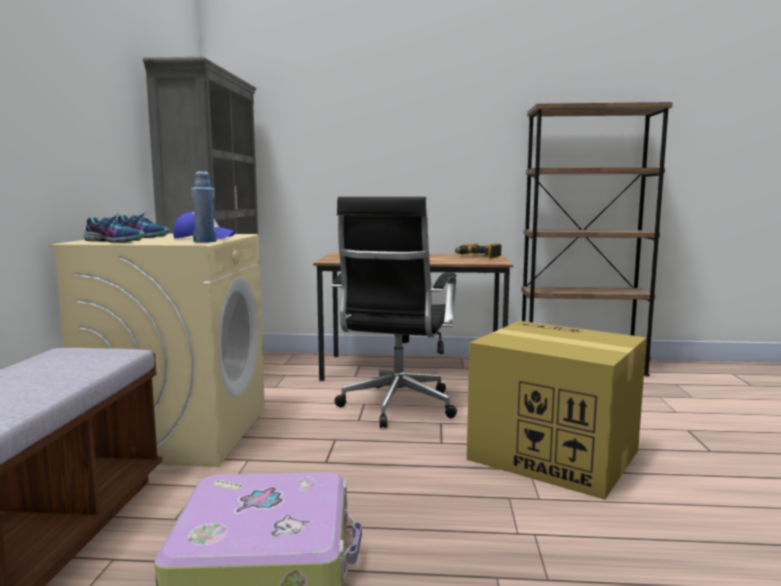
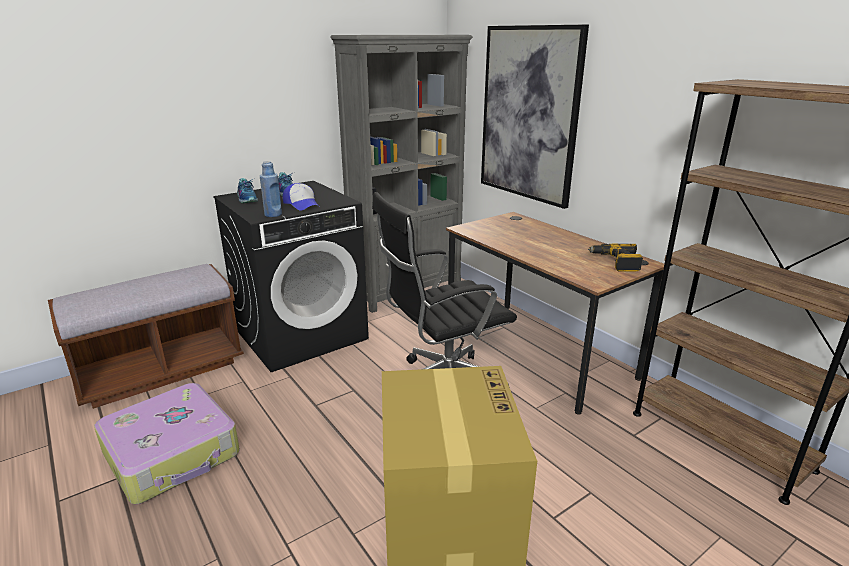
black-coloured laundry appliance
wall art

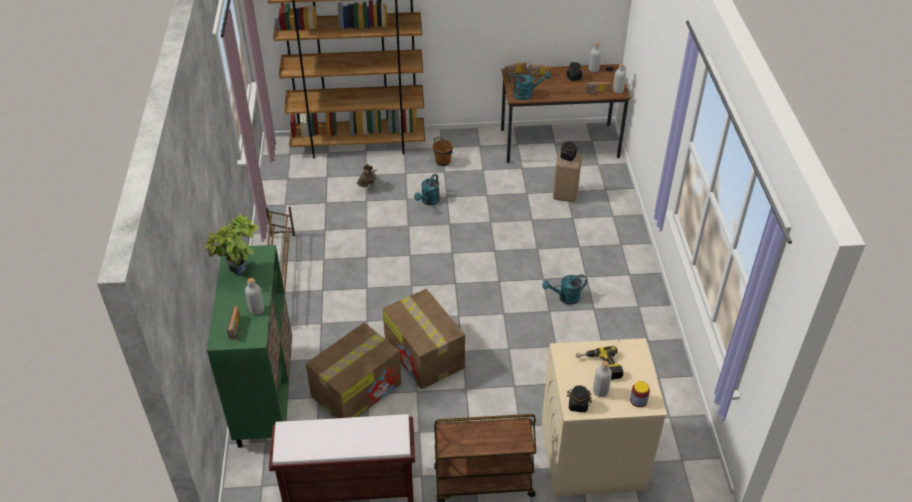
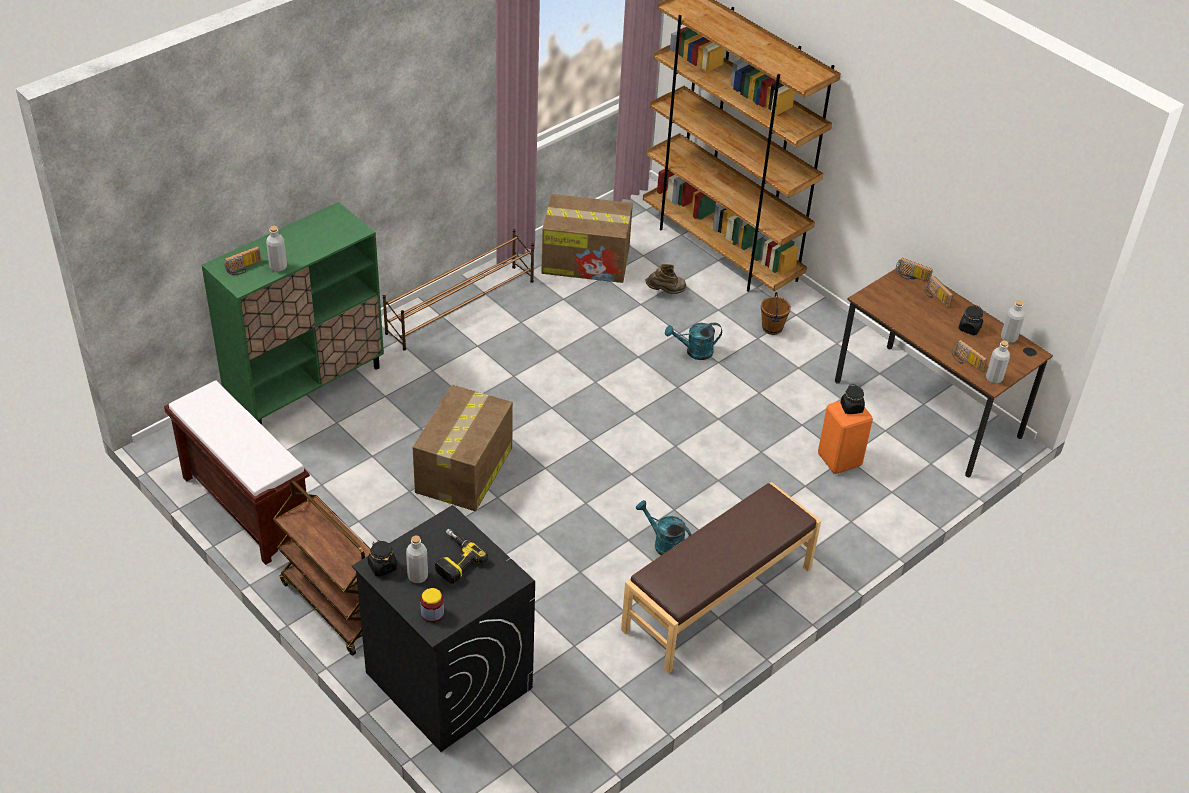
black-coloured laundry appliance
carton (2nd from left)
brown long seat (2nd from left)
orange sitting stool
houseplant
blue-green sprinkling can (2nd from left in the first image)

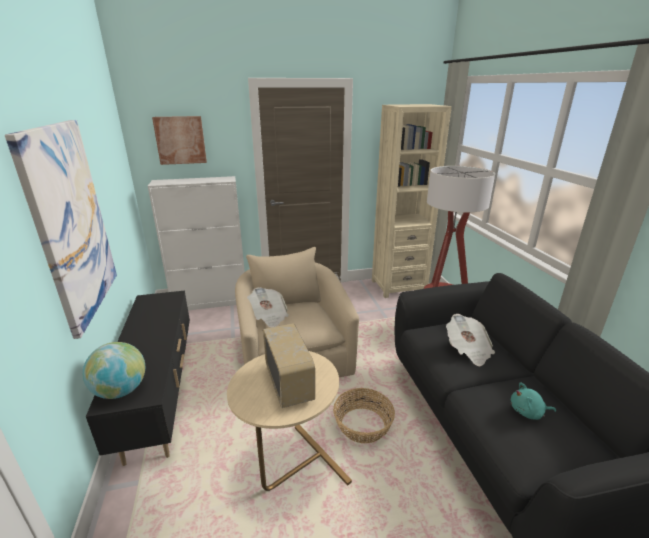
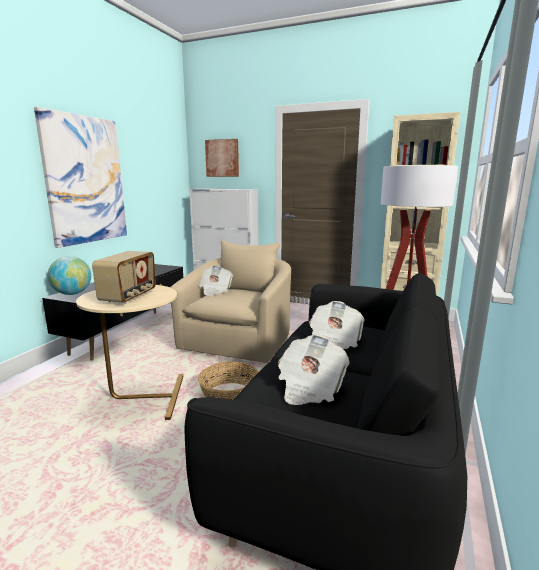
newspaper (2nd from left)

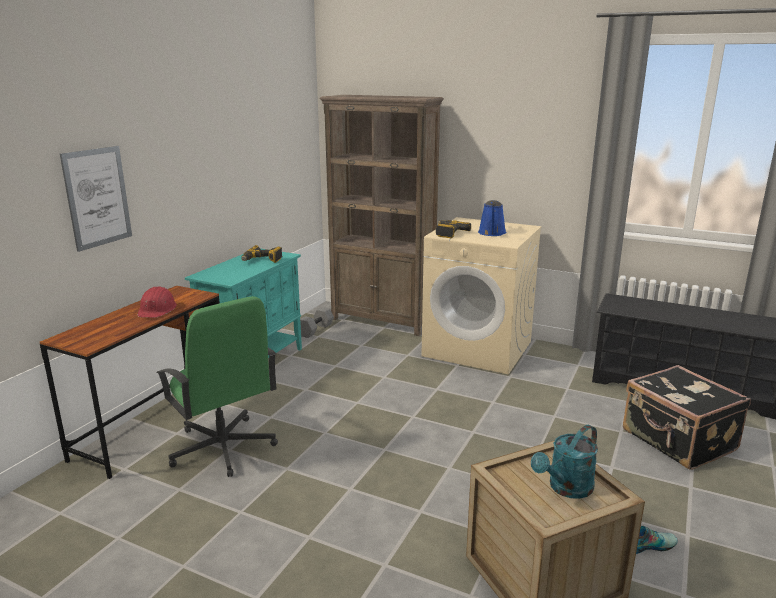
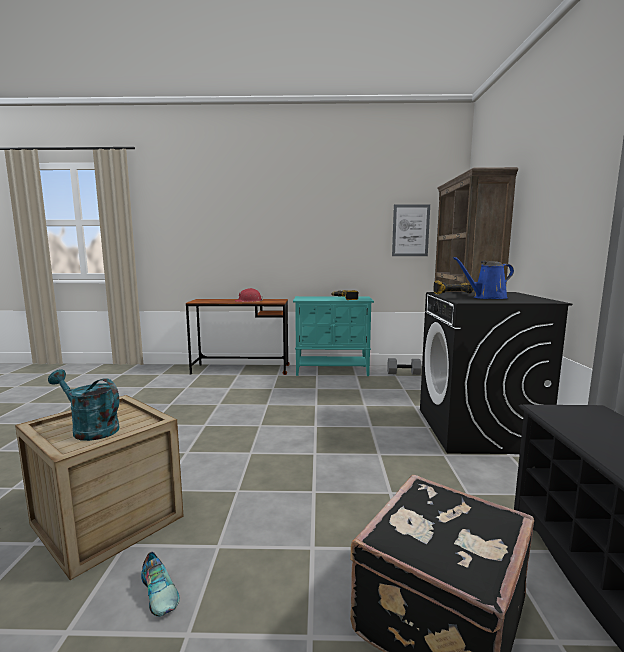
wall art
black-coloured laundry appliance
greenish office chair

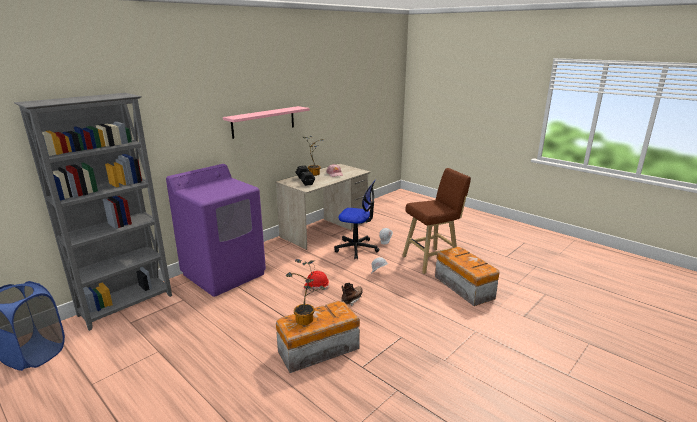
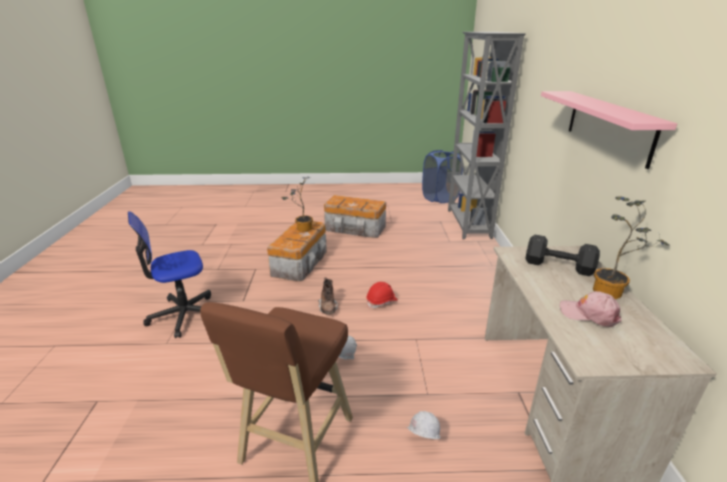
office chair
storage container (2nd from left)
purple-coloured laundry appliance

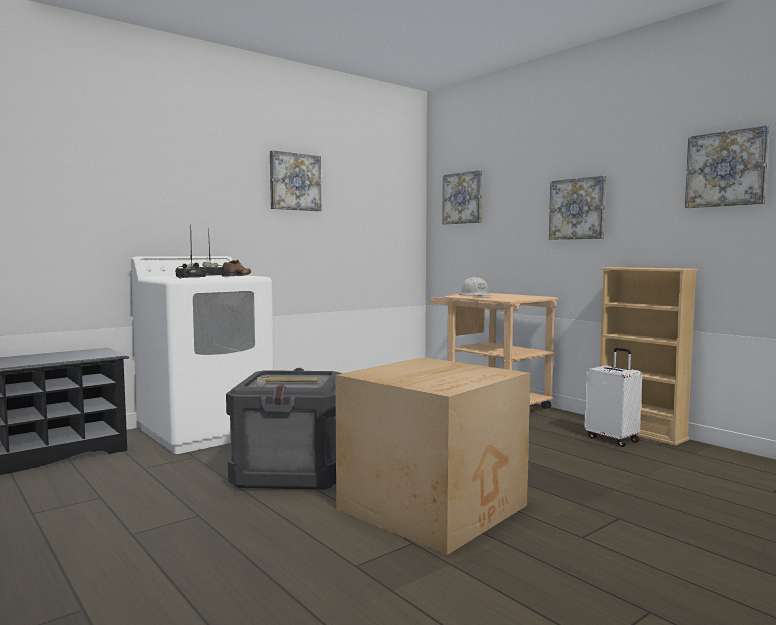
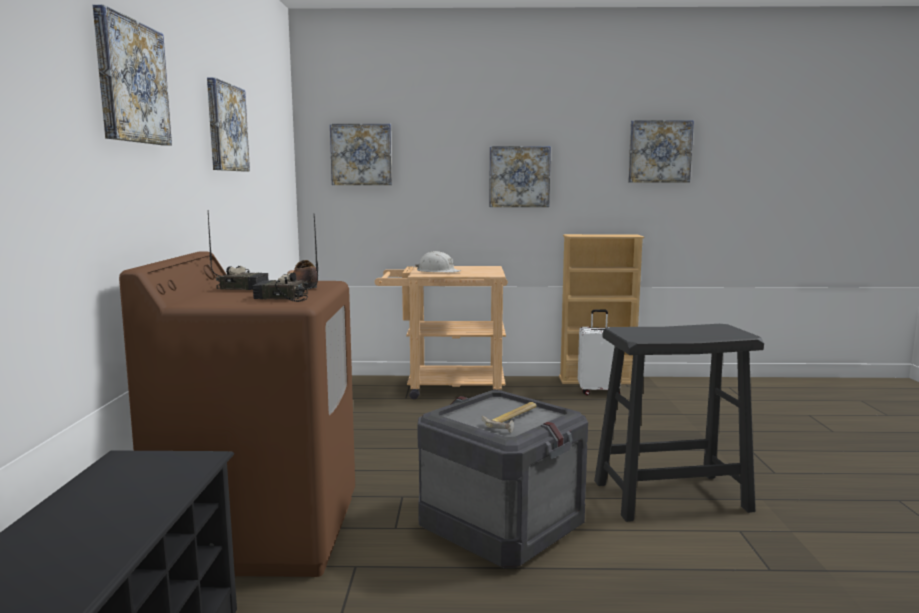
wall art (1st from left)
brown laundry appliance
black-coloured sitting stool

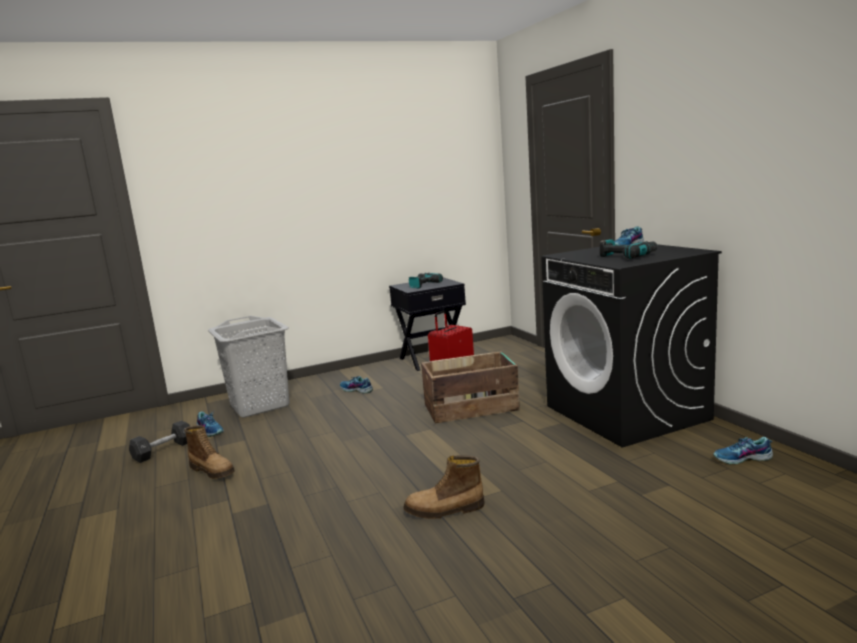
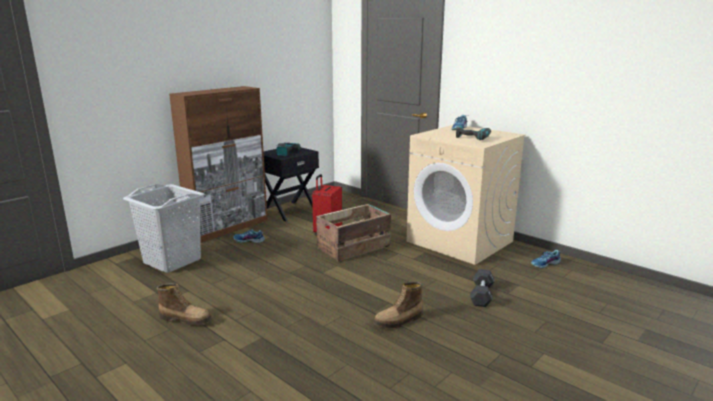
brown cabinet
beige-coloured laundry appliance
black-coloured free weight
low shoe (1st from left in the first image)

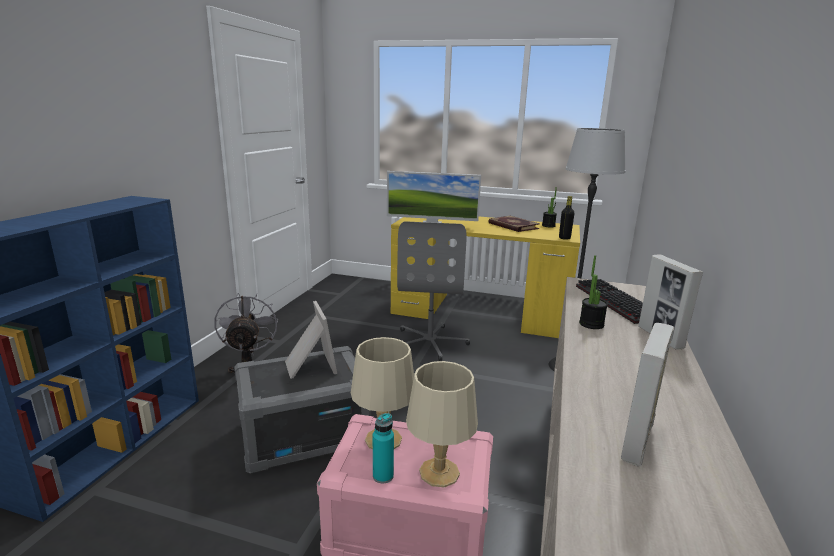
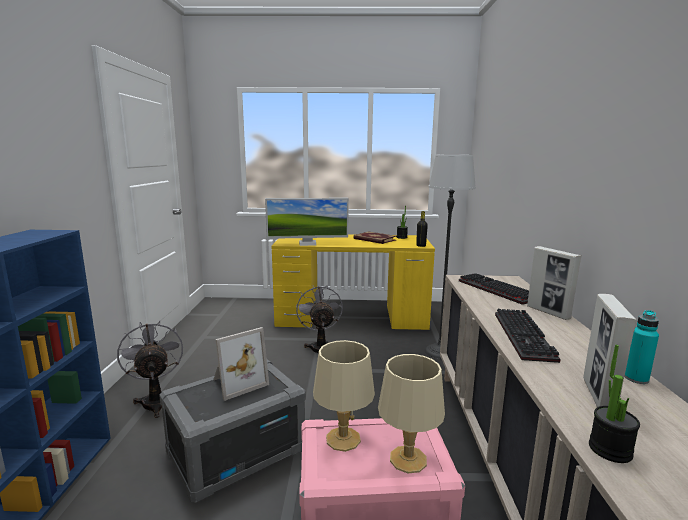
photo frame (1st from left)
greyish cooling fan (2nd from left)
PC keyboard (2nd from left)
houseplant (2nd from left)
blue-green bottle

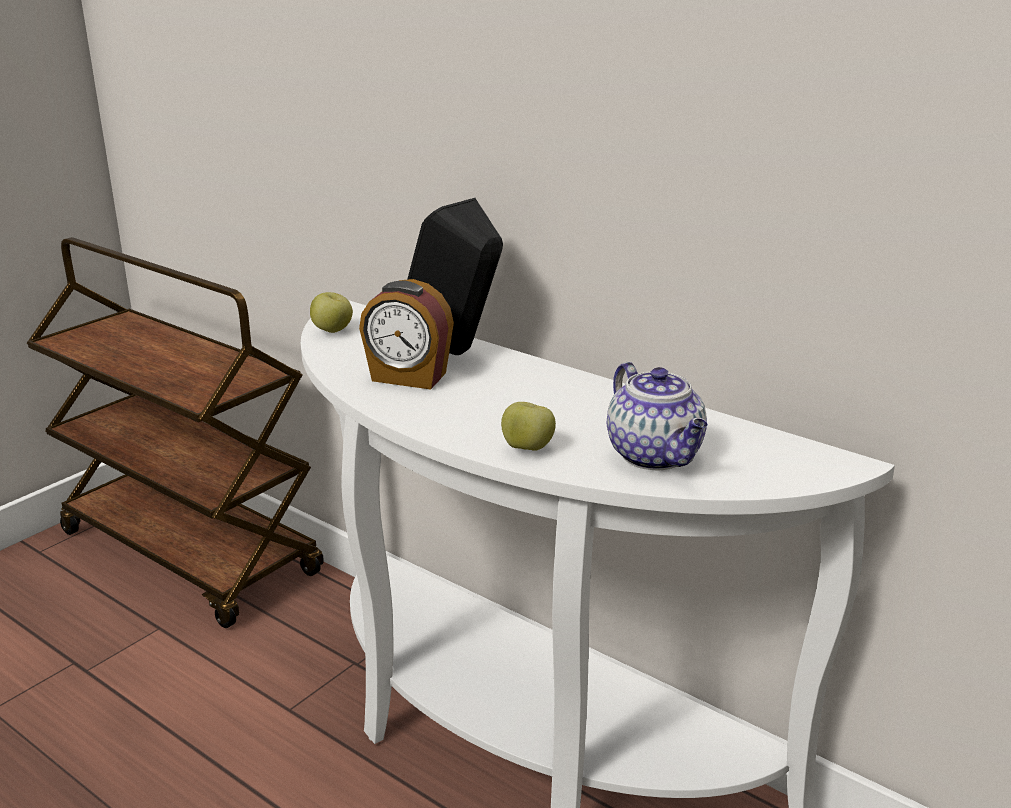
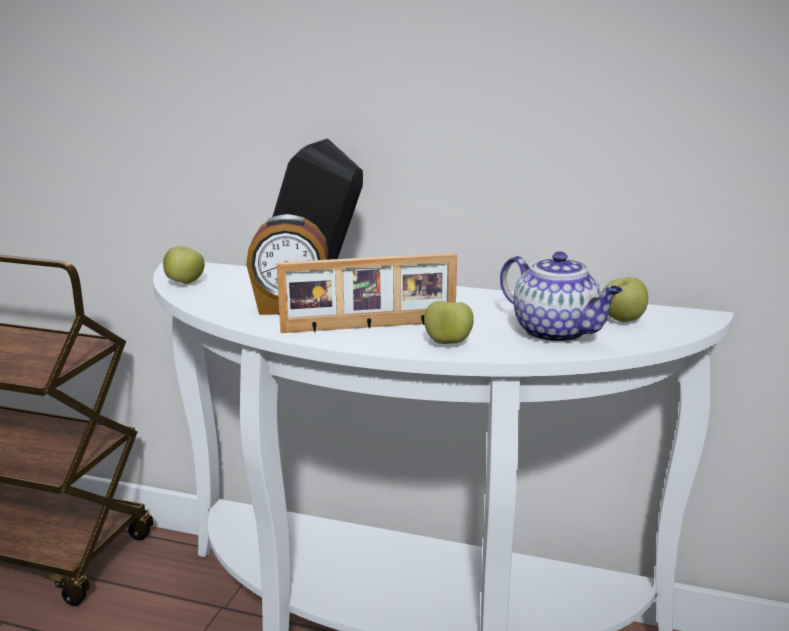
photo frame
whole apple (3rd from left)

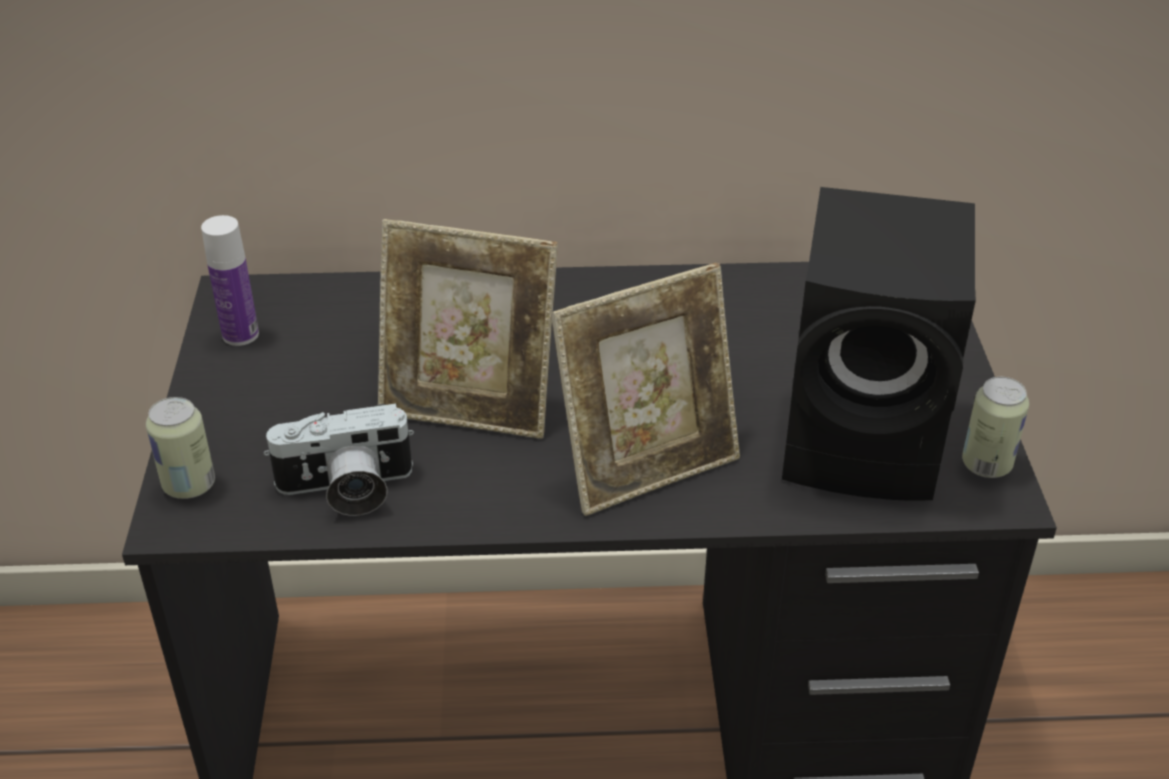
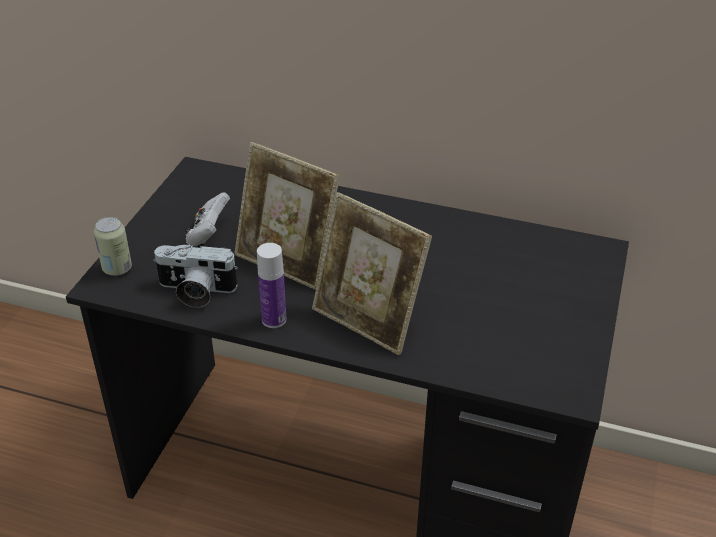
white joypad
bottle
photo frame (2nd from left)
black-coloured loudspeaker
metal can (2nd from left in the first image)

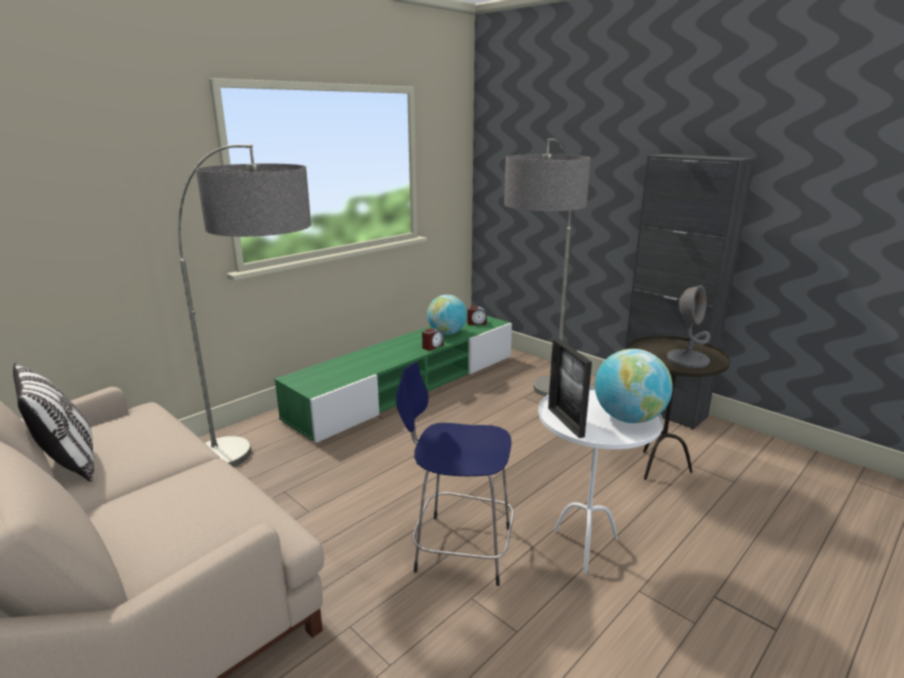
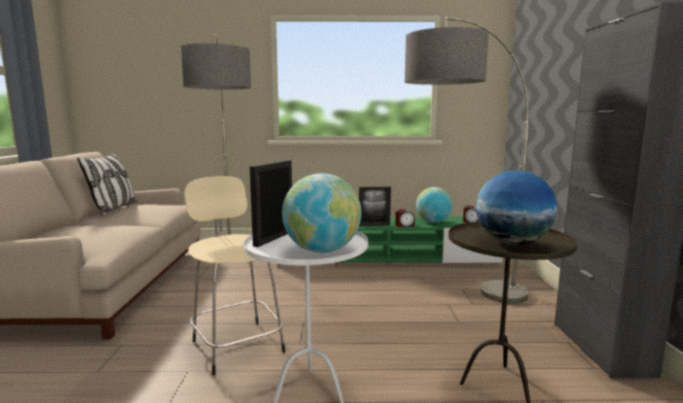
beige-coloured sitting stool
photo frame (2nd from left)
desk globe (3rd from left)

